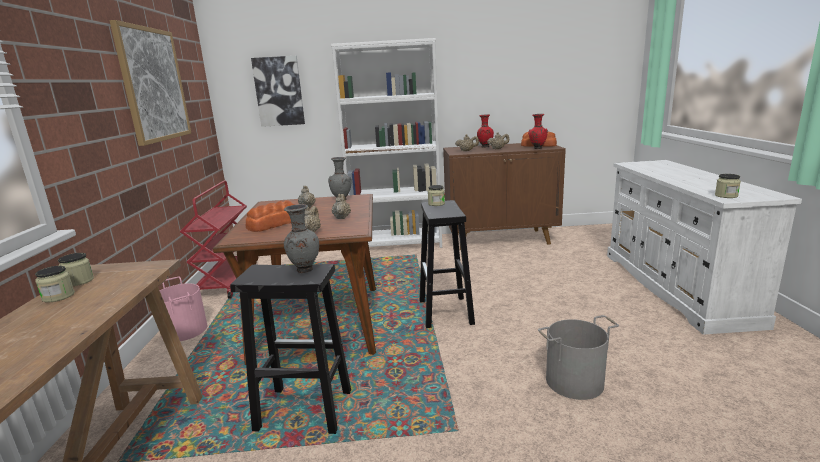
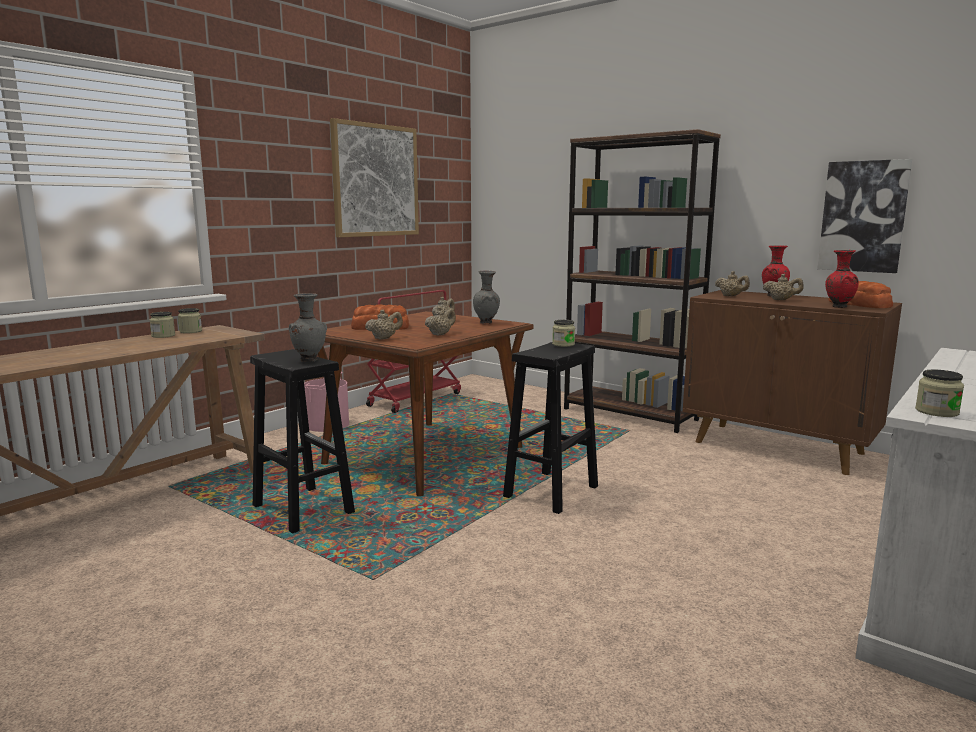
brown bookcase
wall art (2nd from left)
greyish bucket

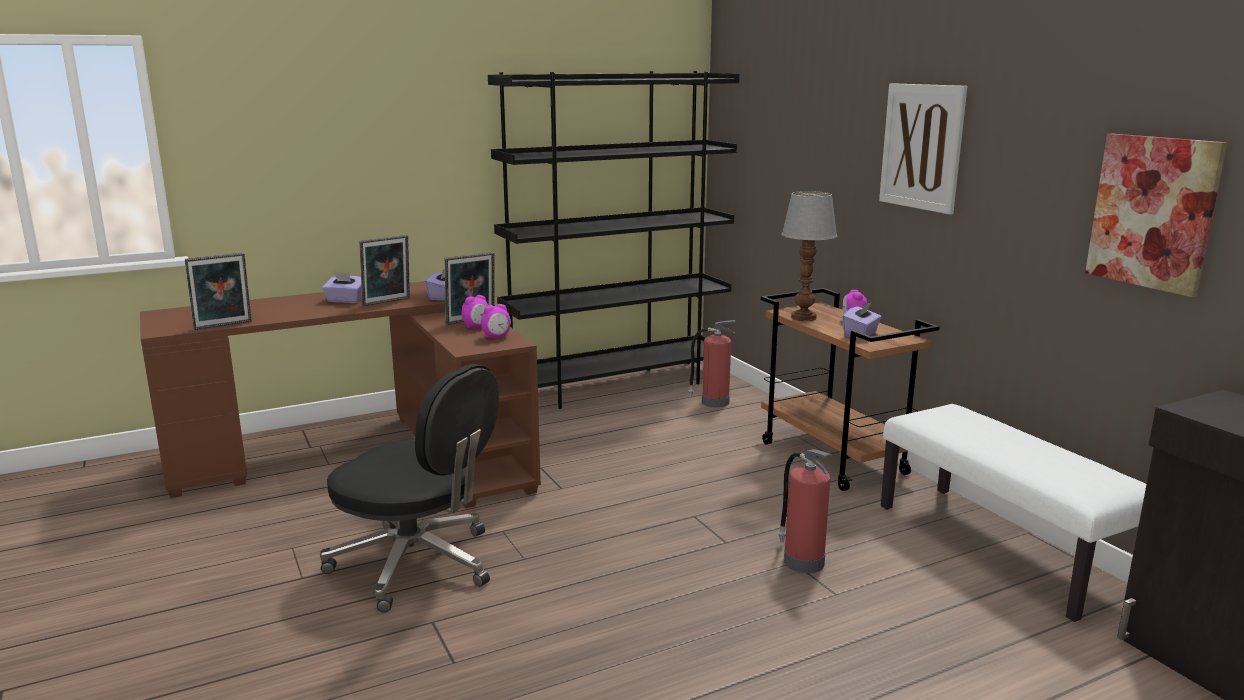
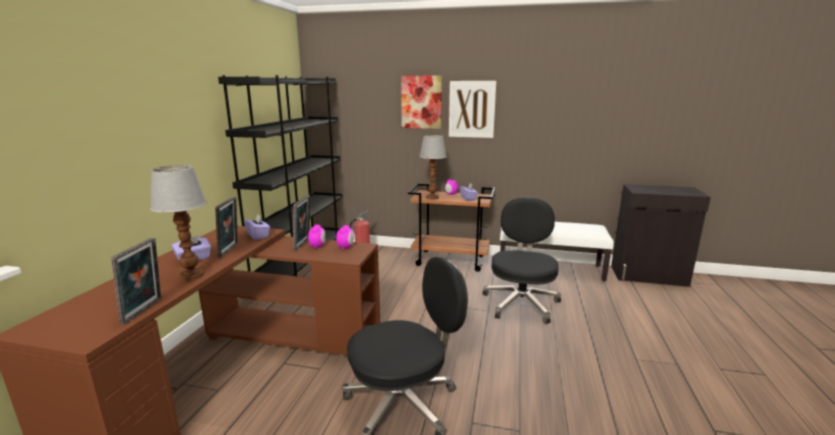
table lamp (1st from left)
wall art (1st from left)
black-coloured office chair (2nd from left)

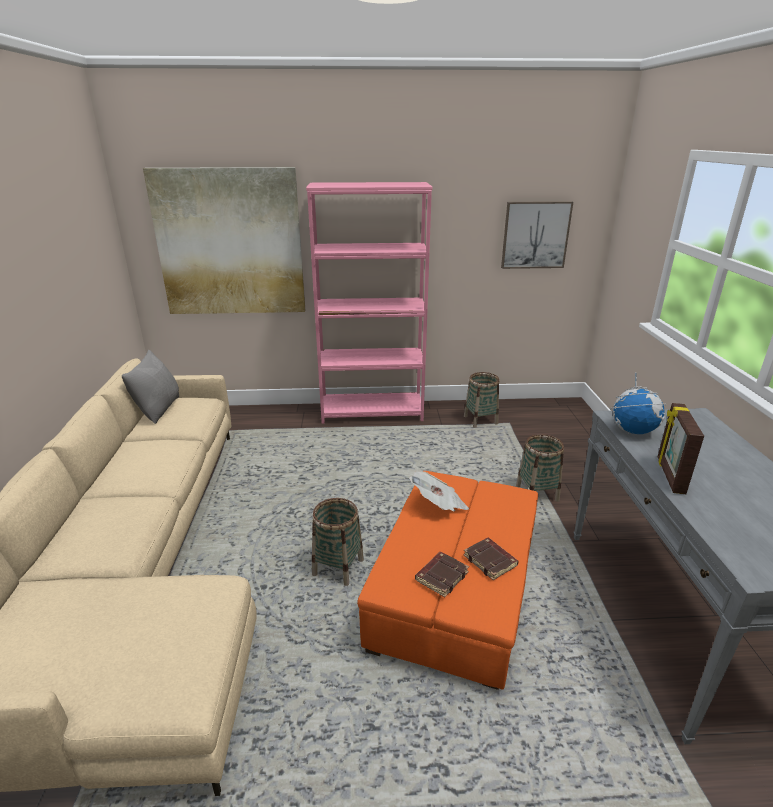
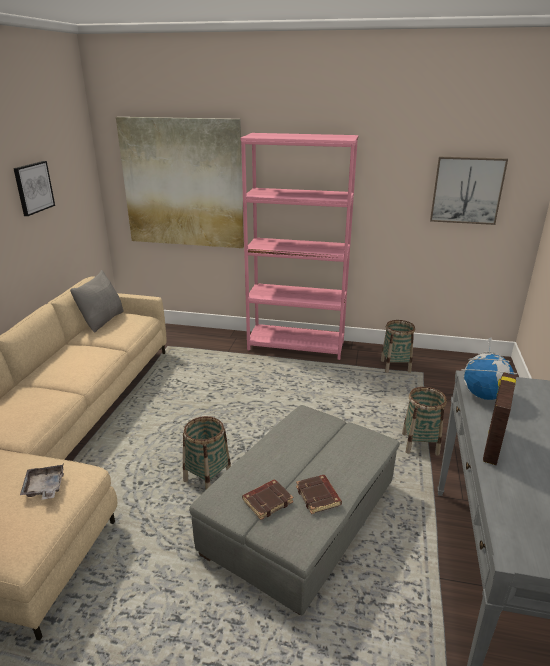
wall art (1st from left)
greyish carrying tray
greyish pouffe
newspaper

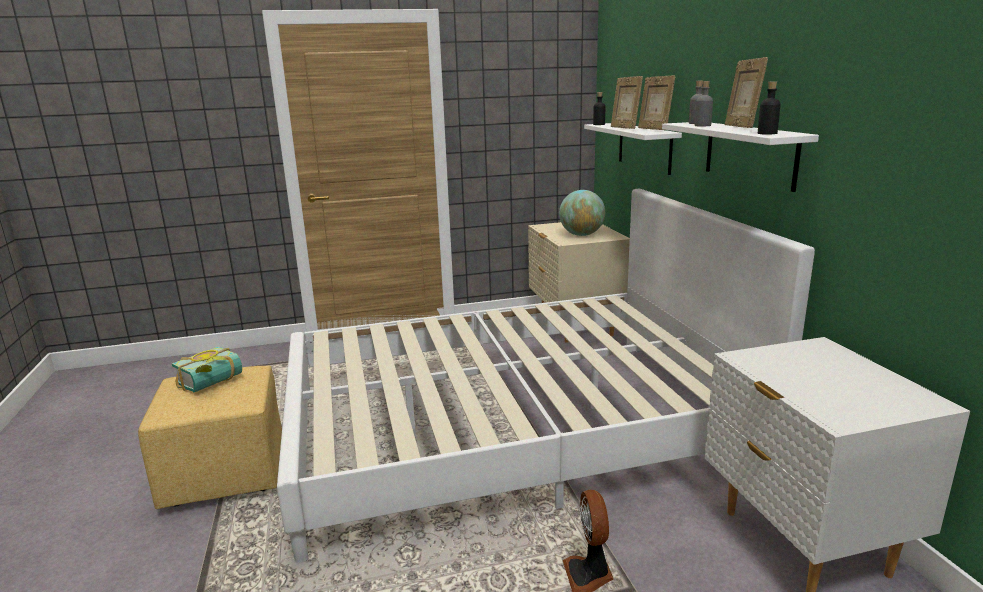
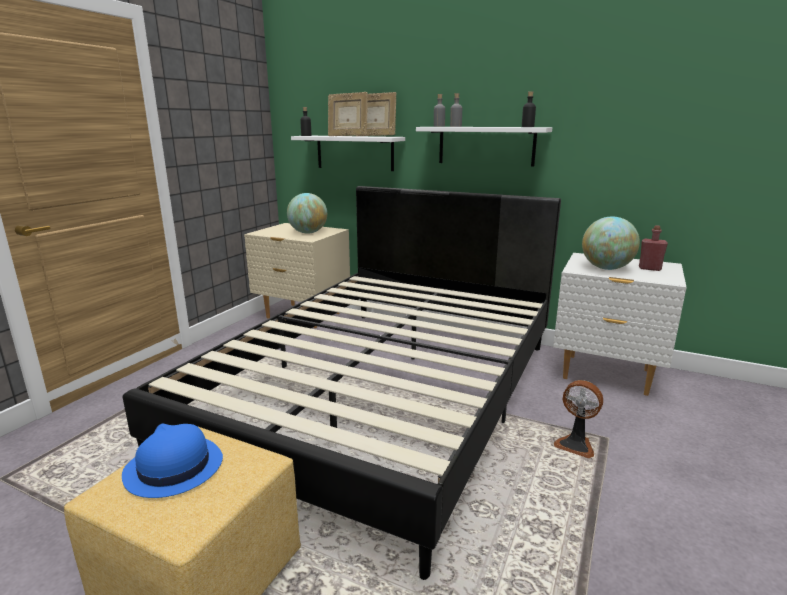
blue-coloured hat
black-coloured bed
desk globe (2nd from left)
red-coloured bottle
photo frame (3rd from left in the first image)

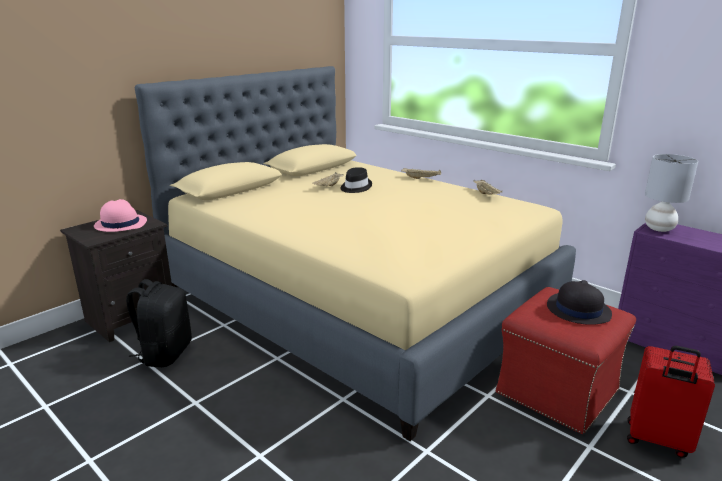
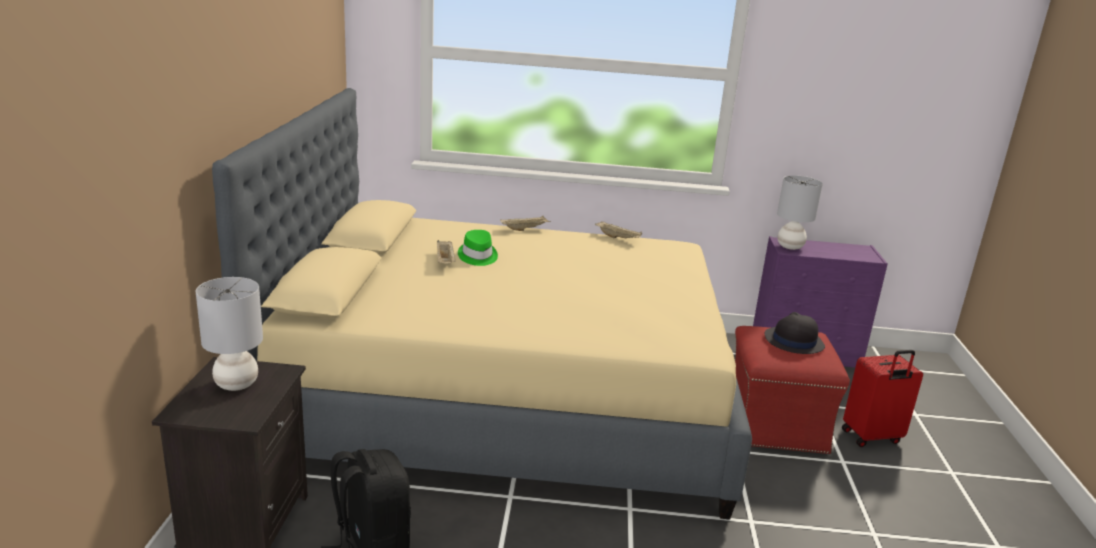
greyish table lamp (1st from left)
greenish hat

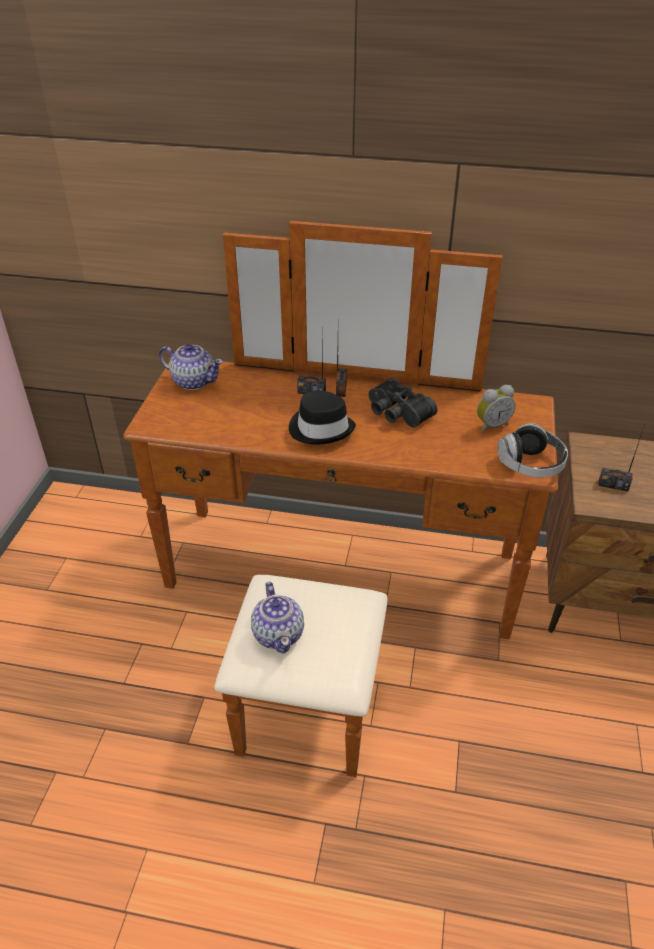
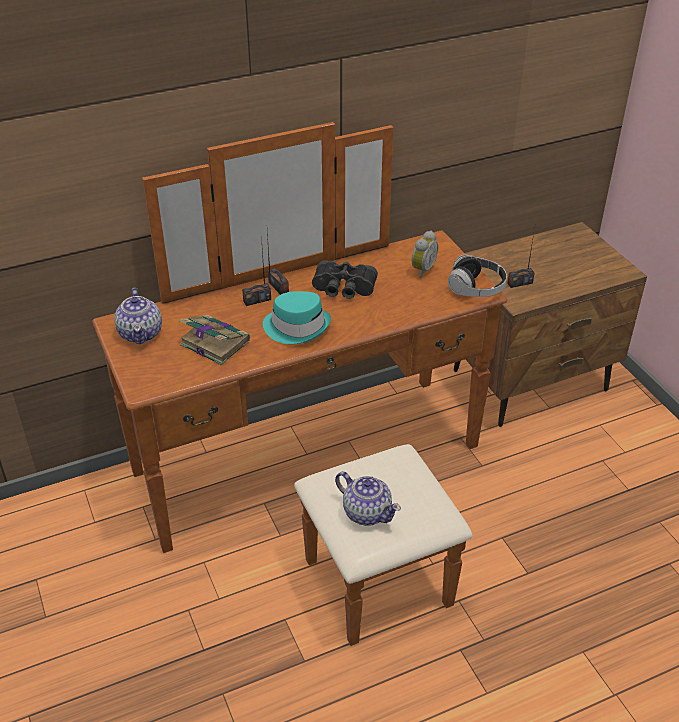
pot for tea (1st from left)
book
blue-green hat

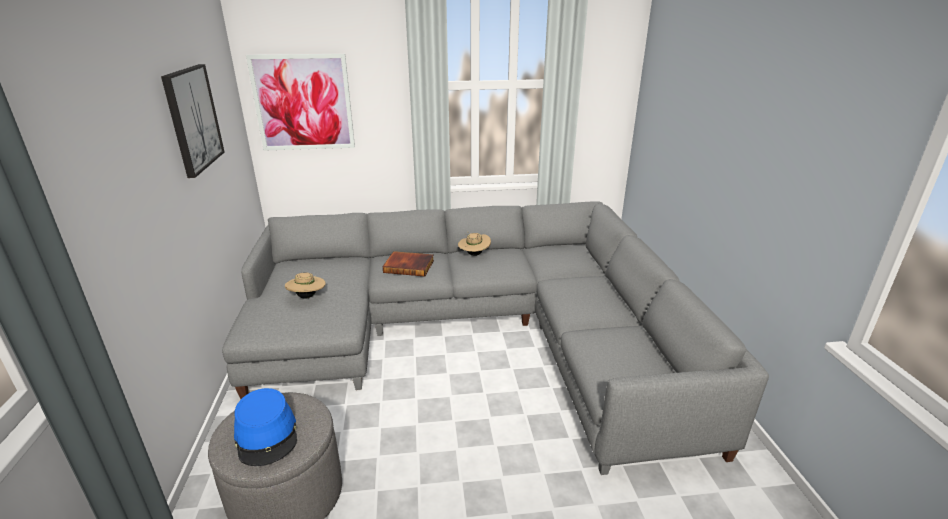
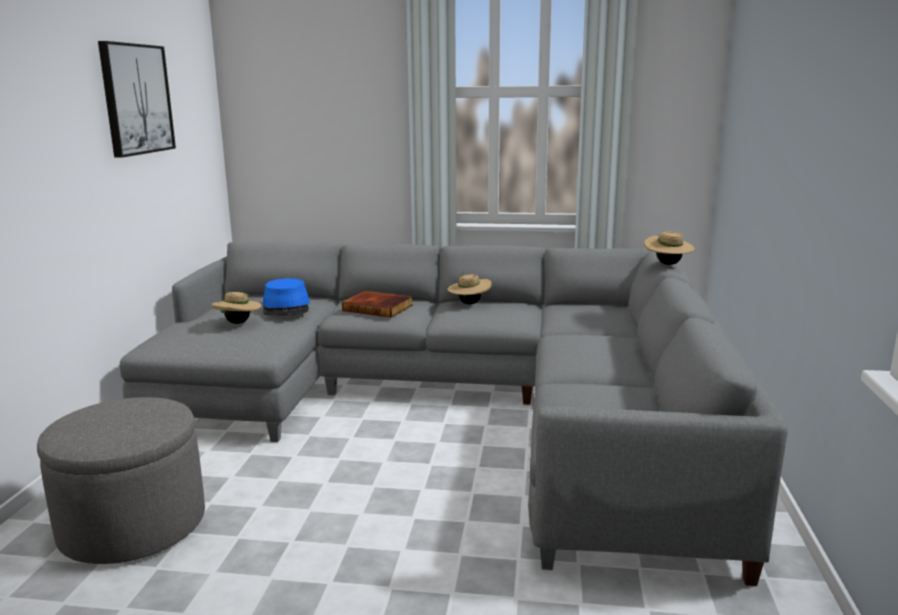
blue-coloured hat
beige-coloured hat (3rd from left)
wall art (2nd from left in the first image)

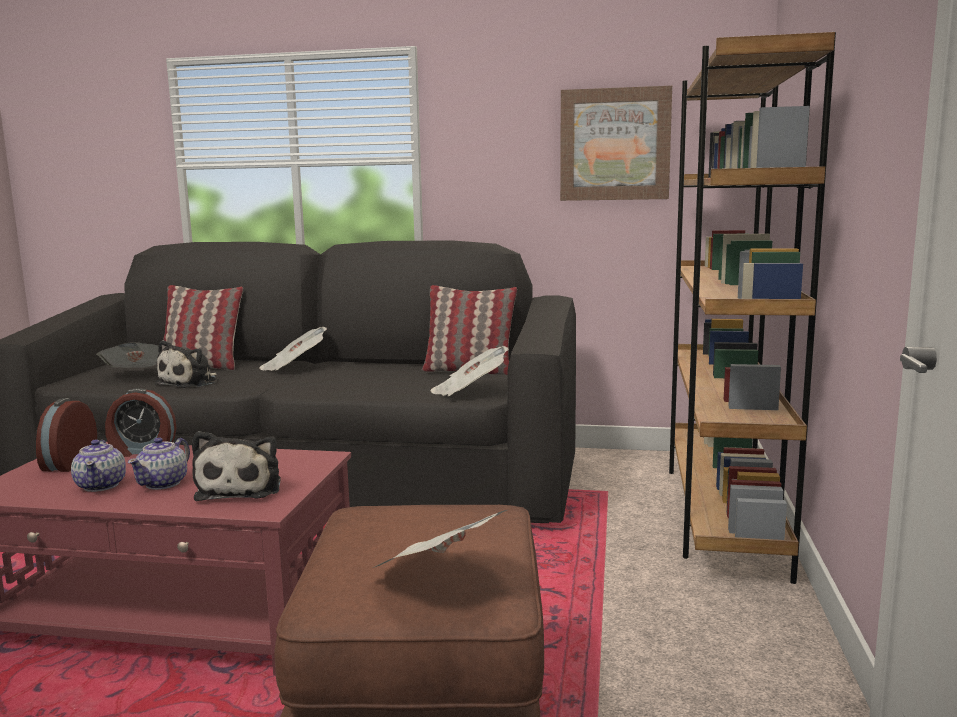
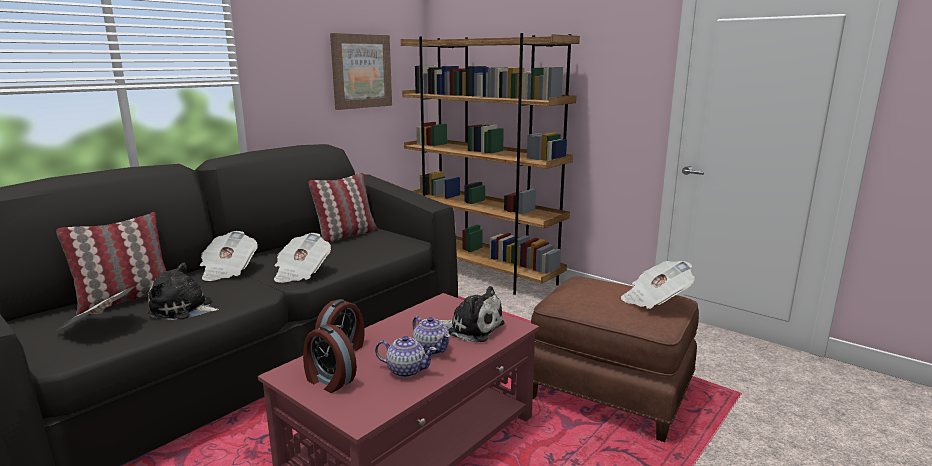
soft toy (1st from left)
newspaper (3rd from left)

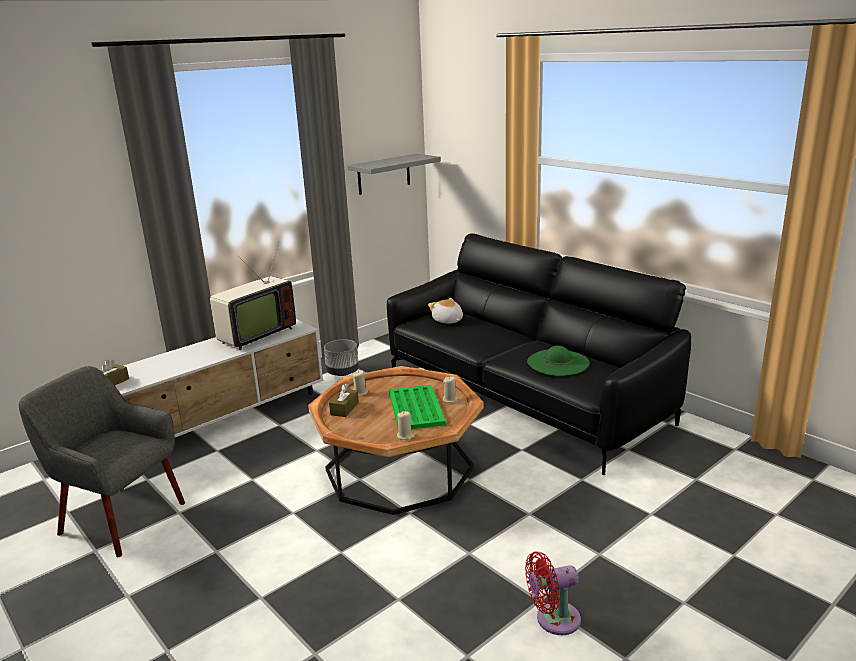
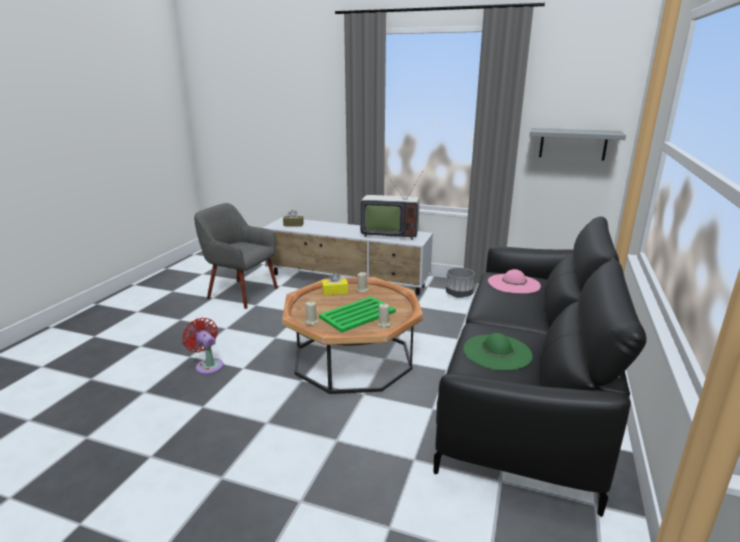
red-coloured cooling fan
greyish easy chair
yellowish tissue holder
pink-coloured hat

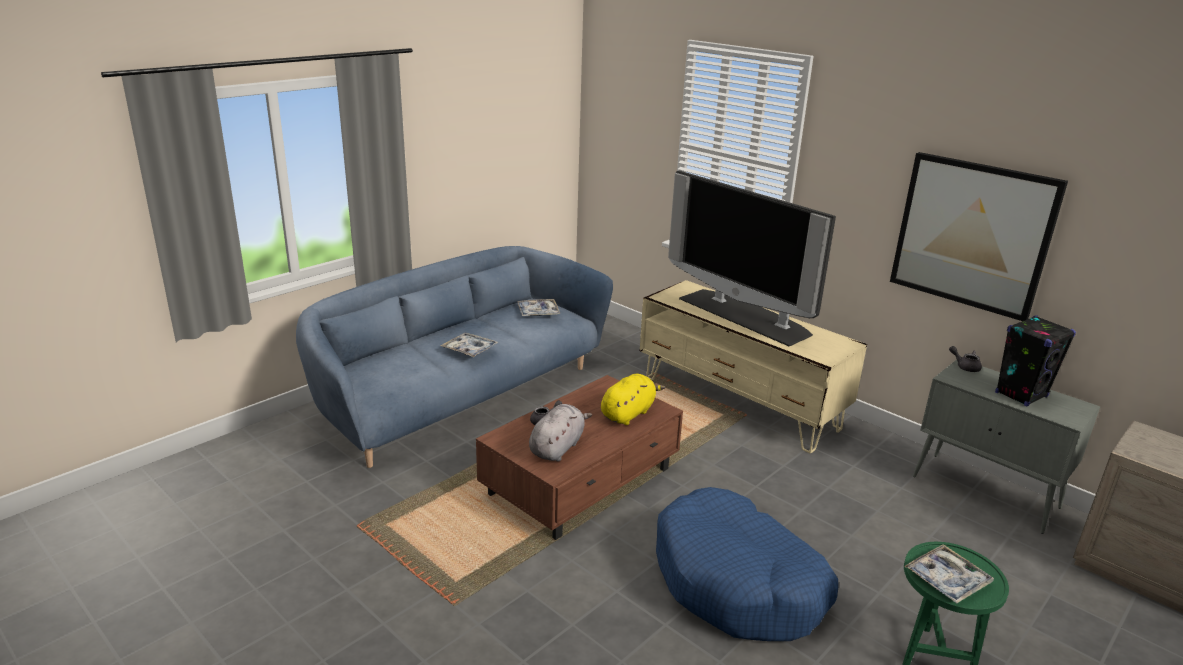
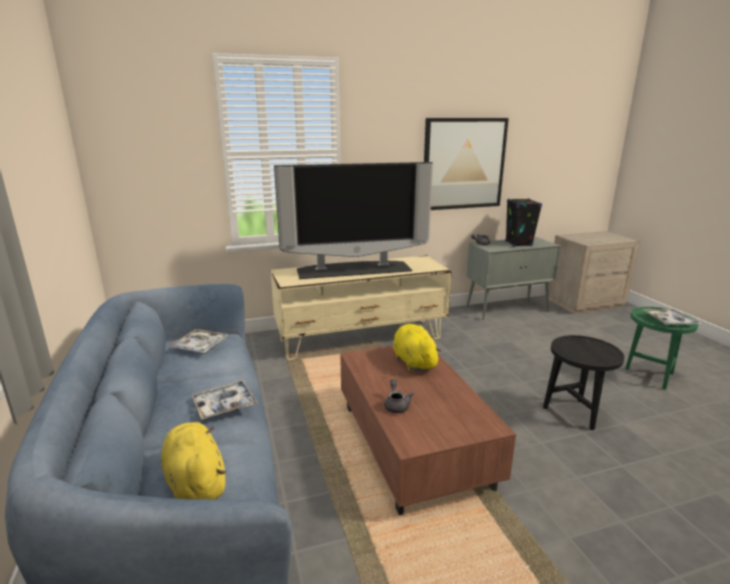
yellowish soft toy (1st from left)
black-coloured accent table
greyish soft toy

